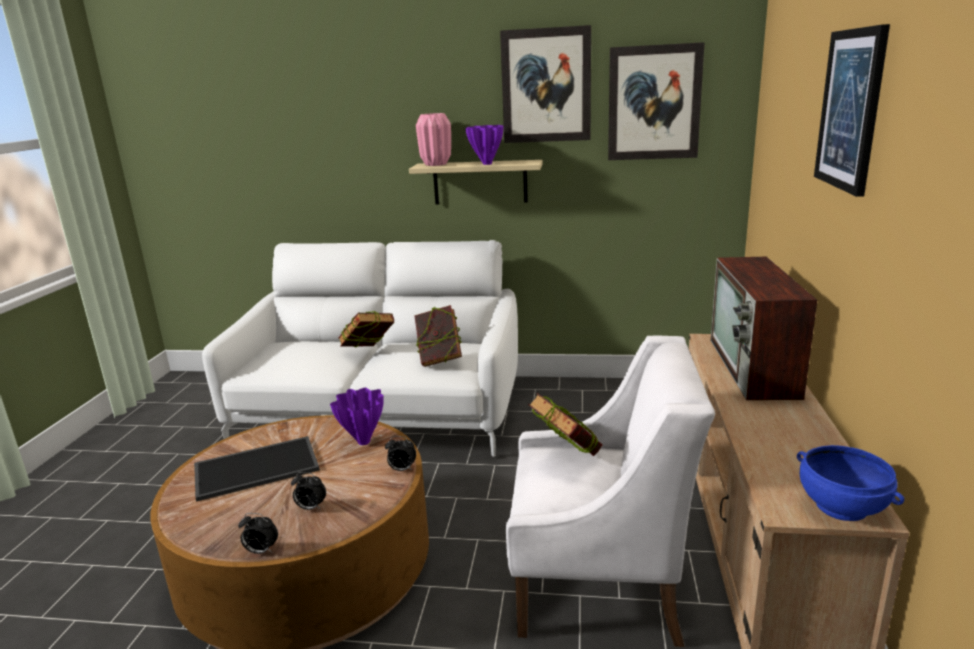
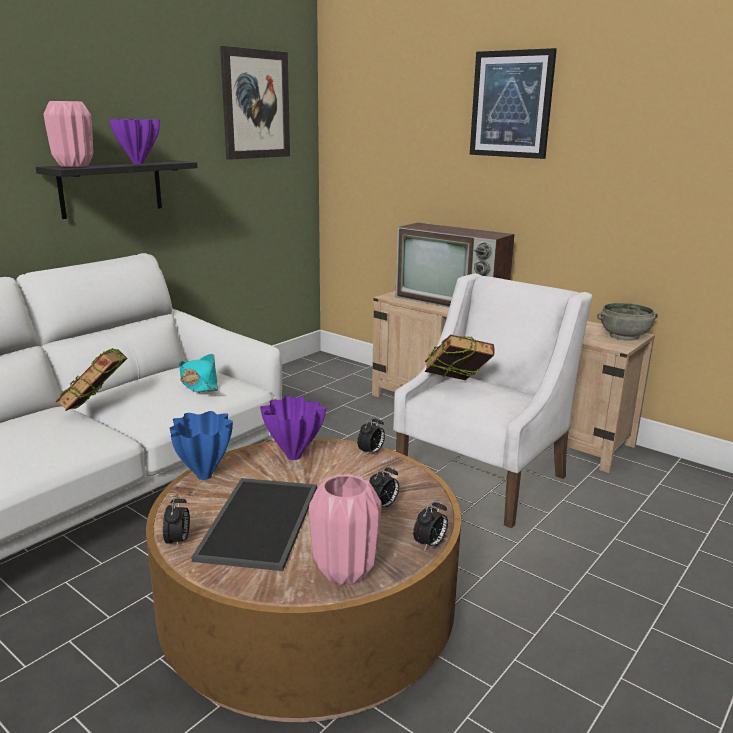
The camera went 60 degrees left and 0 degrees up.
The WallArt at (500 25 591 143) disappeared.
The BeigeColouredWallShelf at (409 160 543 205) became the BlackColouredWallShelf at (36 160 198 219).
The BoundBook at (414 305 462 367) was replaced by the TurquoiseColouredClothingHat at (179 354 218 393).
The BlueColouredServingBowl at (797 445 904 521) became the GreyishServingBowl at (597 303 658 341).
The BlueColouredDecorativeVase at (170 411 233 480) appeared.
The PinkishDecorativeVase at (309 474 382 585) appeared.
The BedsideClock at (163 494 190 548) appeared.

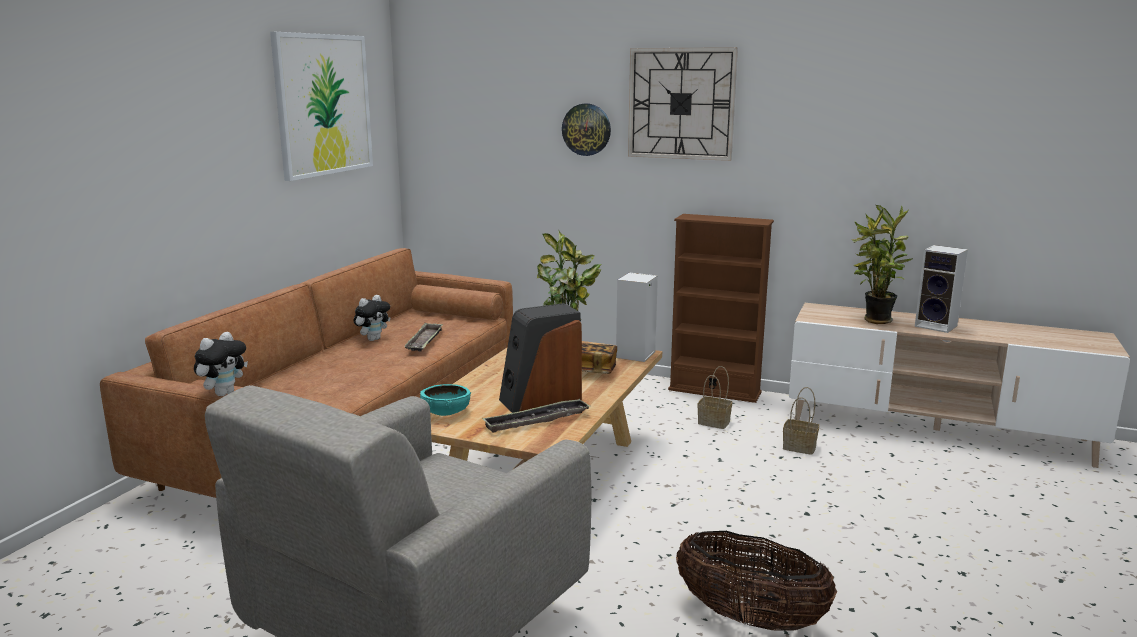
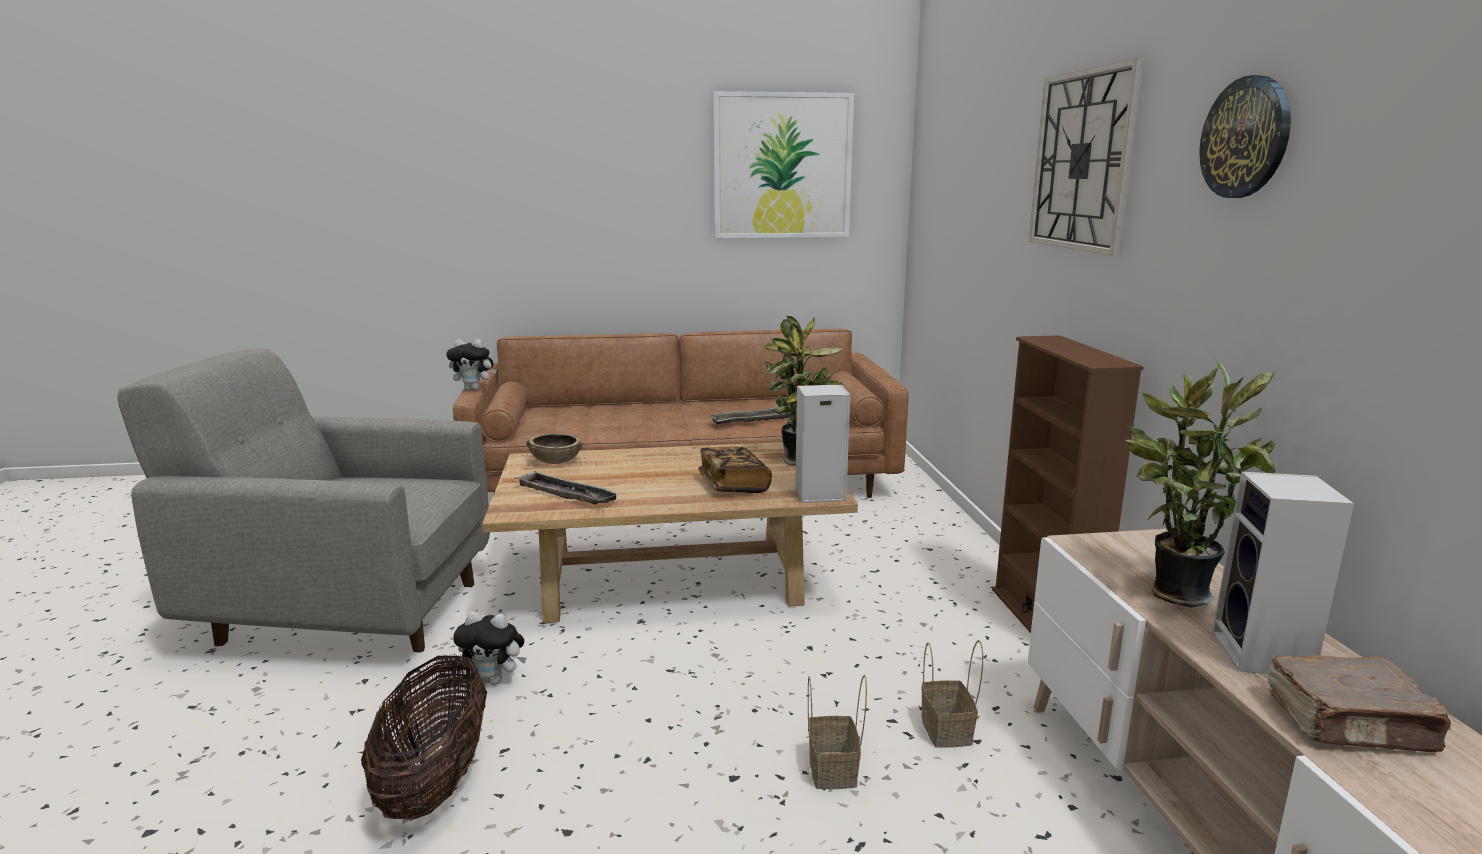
The camera went 60 degrees right and 0 degrees up.
The WallClock moved from (562 104 611 156) to (1199 75 1291 198).
The SoftToy moved from (354 295 391 341) to (453 611 526 685).
The Speaker at (499 303 582 413) disappeared.
The StorageBasket moved from (697 366 732 429) to (808 675 867 789).
The TurquoiseColouredServingBowl at (420 384 472 416) became the BrownServingBowl at (527 434 583 464).
The BrownBoundBook at (1268 655 1451 752) appeared.

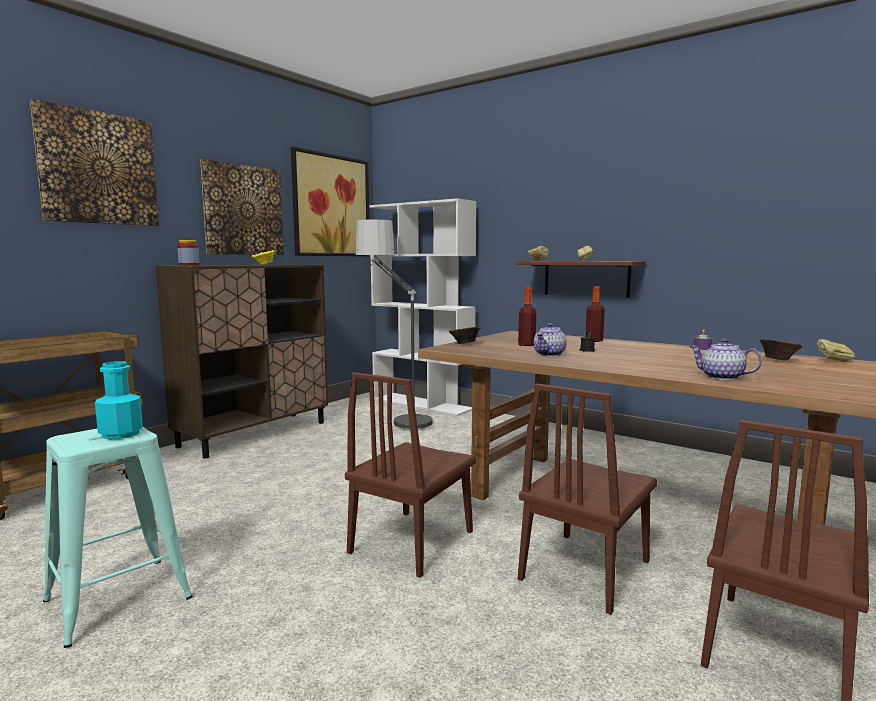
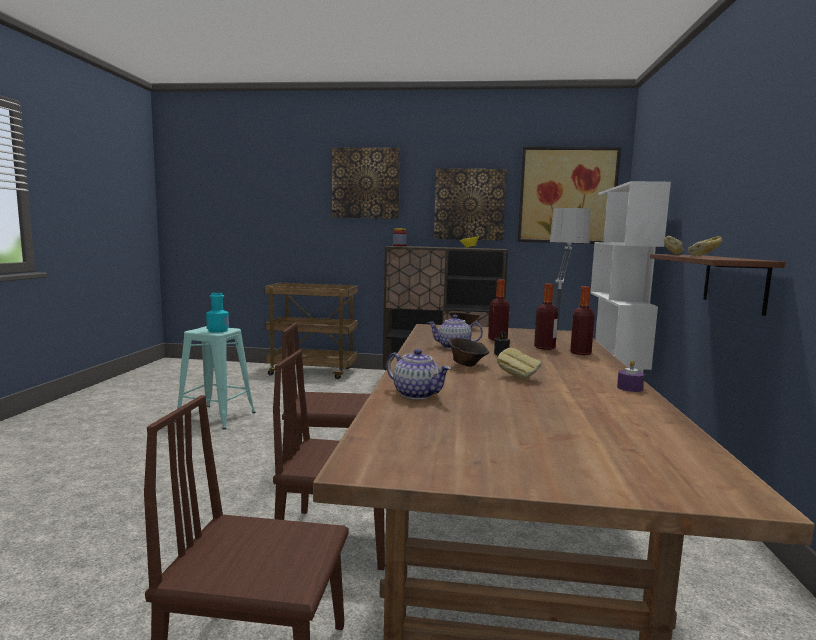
The camera went 60 degrees right and 0 degrees up.
The PotForTea at (689 339 762 380) turned 120 degrees clockwise.
The BrownServingBowl moved from (760 339 802 361) to (449 338 489 367).
The Bread moved from (817 339 855 362) to (497 348 542 381).
The DrinkBottle at (534 284 558 350) appeared.

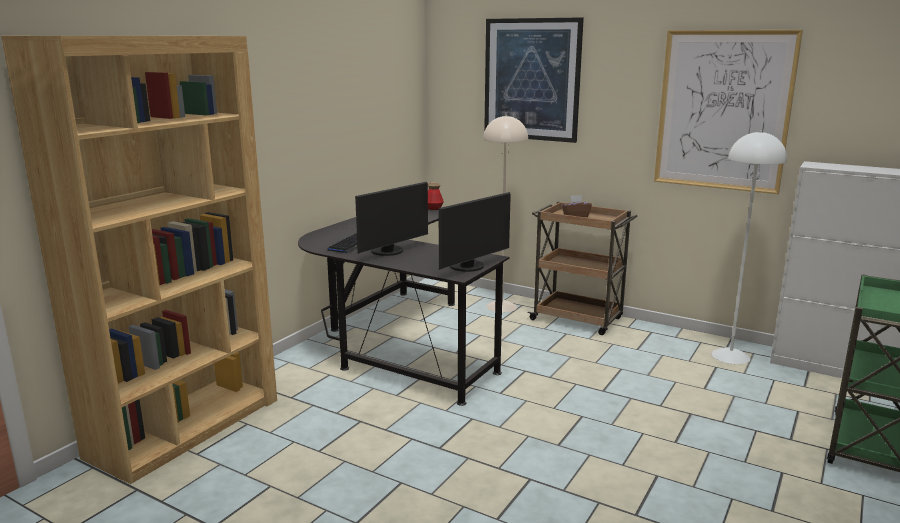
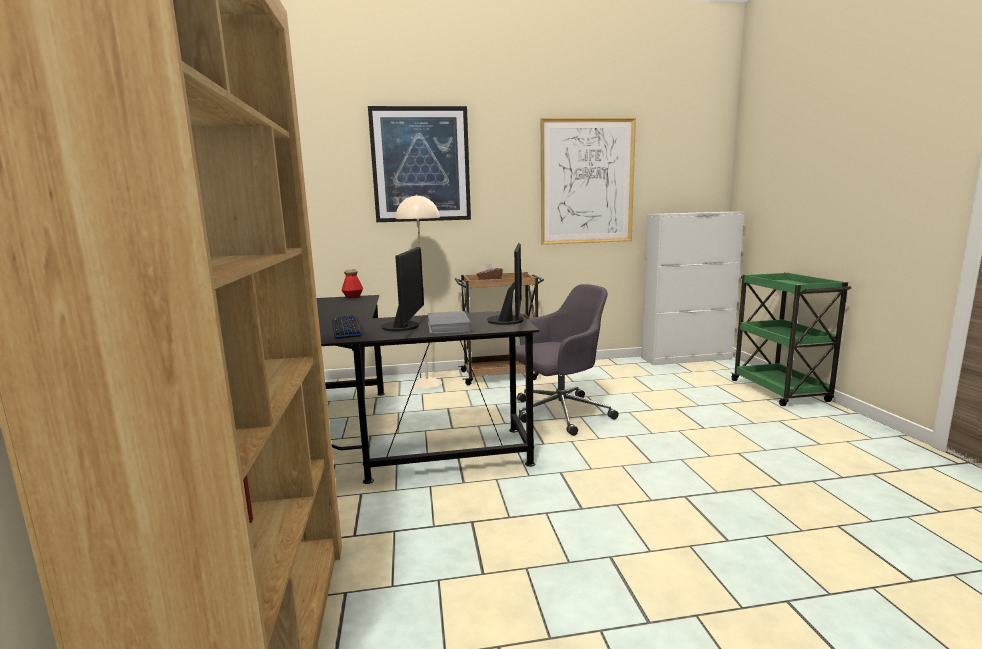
The camera went 40 degrees left and 5 degrees down.
The WhiteColouredFloorLamp at (711 131 787 364) disappeared.
The GreyishDeskChair at (515 284 619 436) appeared.
The GreyishBoundBook at (428 311 472 334) appeared.

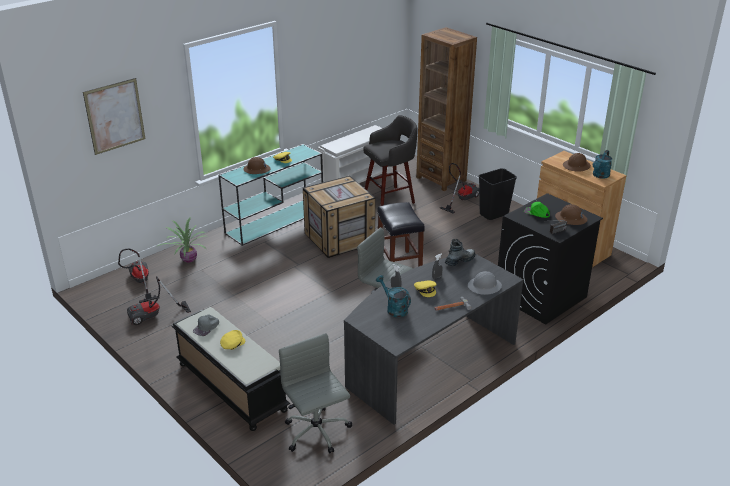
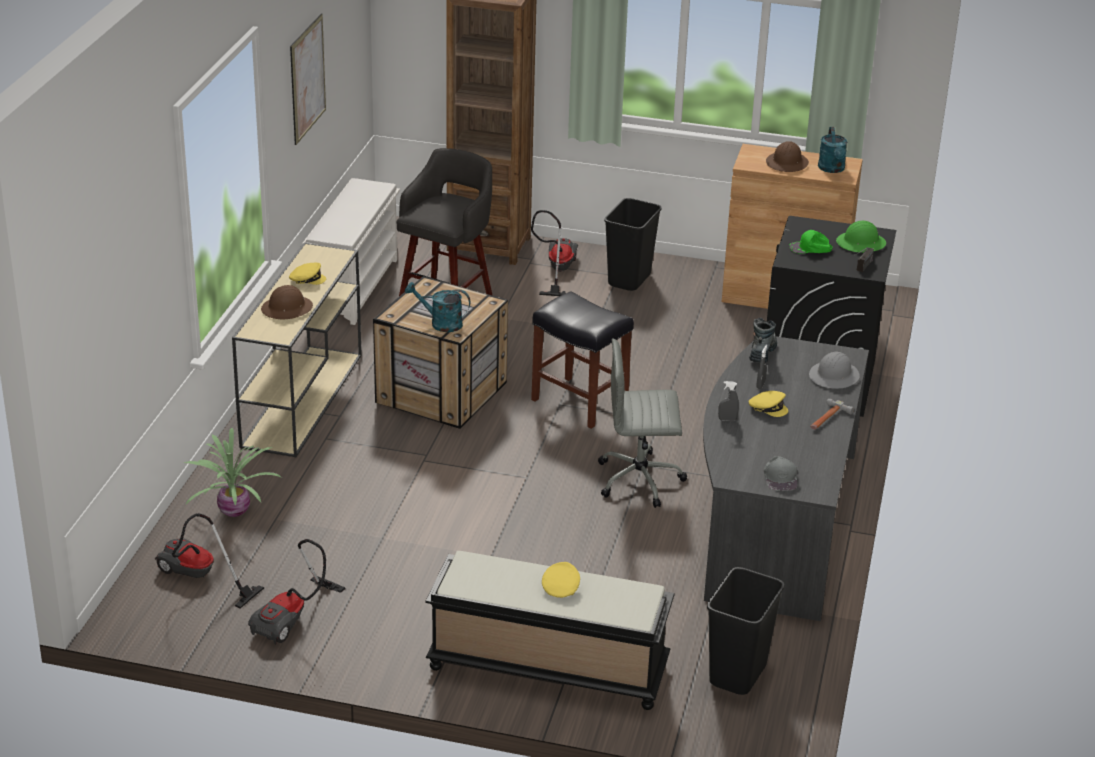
The camera went 35 degrees left and 0 degrees up.
The WallArt moved from (83 78 145 155) to (290 13 326 145).
The TurquoiseColouredNarrowTable at (218 144 323 246) became the BeigeColouredNarrowTable at (232 243 361 457).
The BrownWorkHelmet at (555 204 587 225) became the GreenishWorkHelmet at (836 221 886 253).
The TurquoiseColouredSprinklingCan moved from (376 275 411 317) to (405 282 470 332).
The GreyishBaseballCap moved from (193 315 219 336) to (764 456 798 491).
The GreyishDeskChair at (279 333 352 453) was replaced by the BlackColouredRubbishBin at (707 567 784 695).

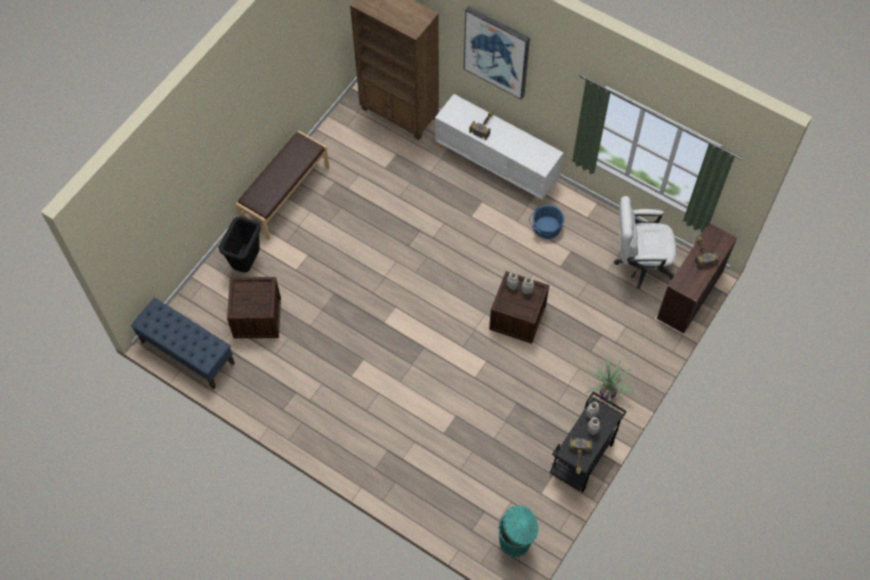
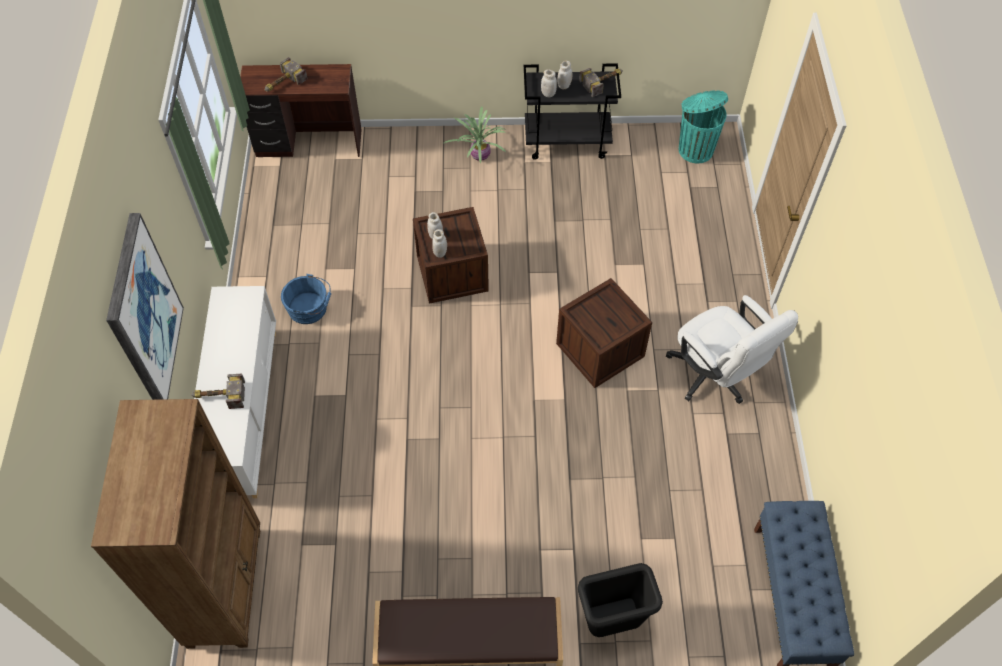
The camera went 125 degrees left and 5 degrees down.
The WhiteColouredDeskChair moved from (614 196 676 289) to (666 295 798 404).
The Crate moved from (227 277 281 338) to (556 278 652 388).

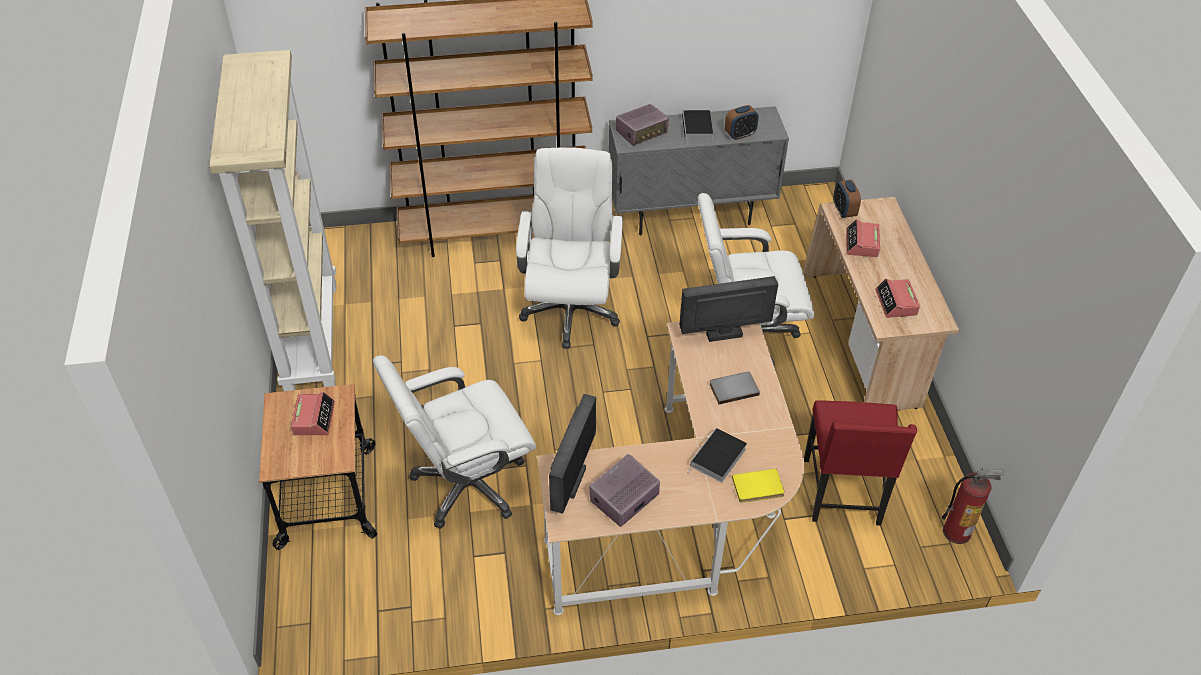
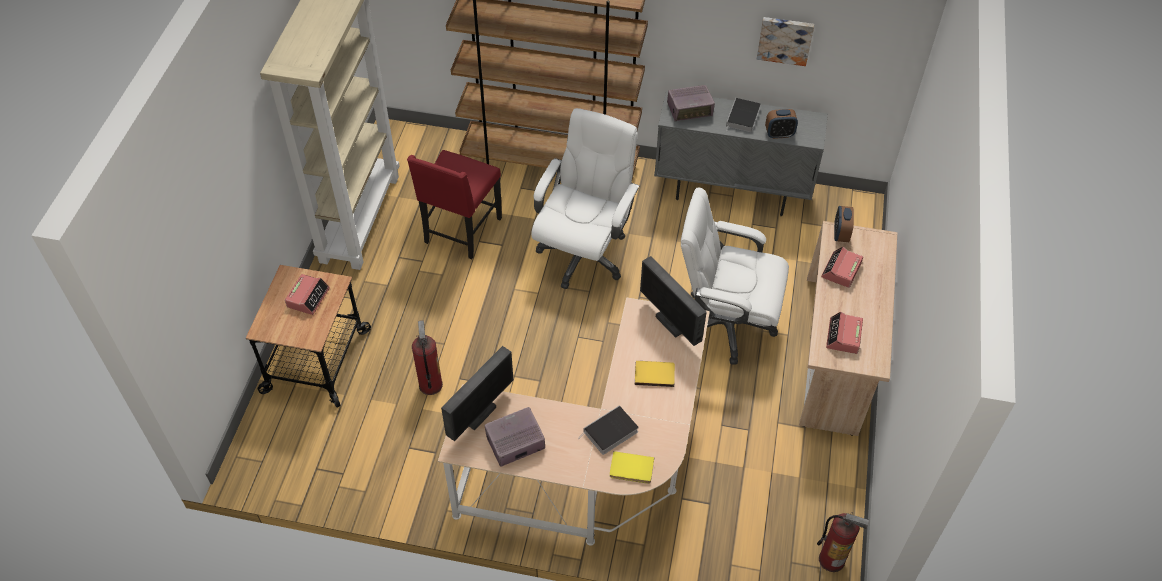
The camera went 20 degrees right and 5 degrees up.
The ComputerDisplay at (679 276 778 342) turned 135 degrees counterclockwise.
The WhiteColouredDeskChair at (373 355 536 529) was replaced by the Extinguisher at (412 320 443 395).
The GreyishBoundBook at (709 372 760 404) became the YellowishBoundBook at (635 361 675 387).
The RedColouredUprightChair moved from (804 400 917 526) to (407 150 502 259).
The WallArt at (757 17 814 66) appeared.

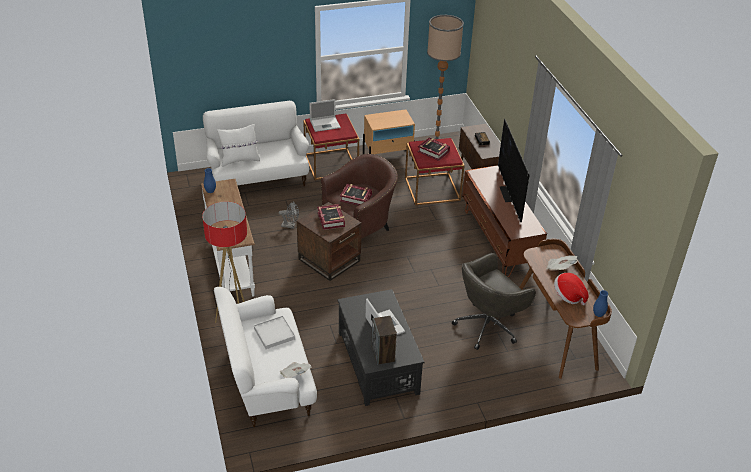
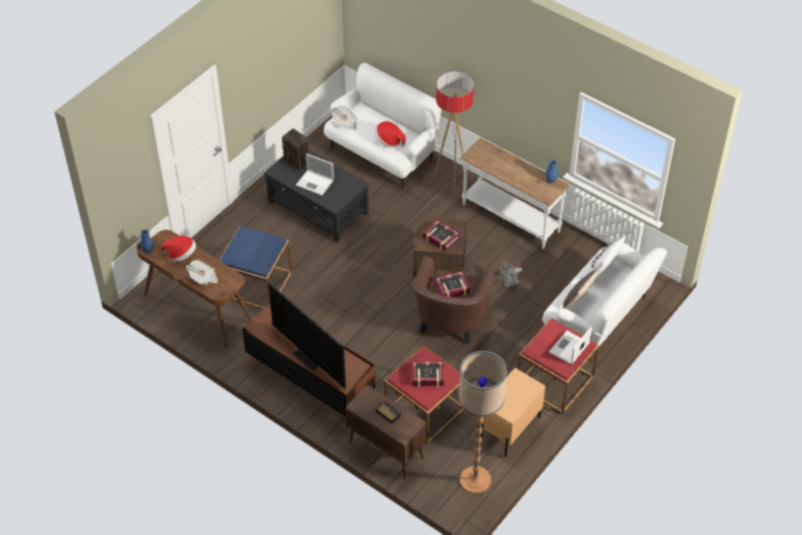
The camera went 145 degrees right and 10 degrees up.
The GreyishDeskChair at (452 253 536 350) was replaced by the BlueColouredSideTable at (219 226 292 309).
The WhiteColouredTray at (254 316 295 349) was replaced by the ClothingHat at (375 121 406 148).
The Pillow at (562 268 600 309) appeared.

